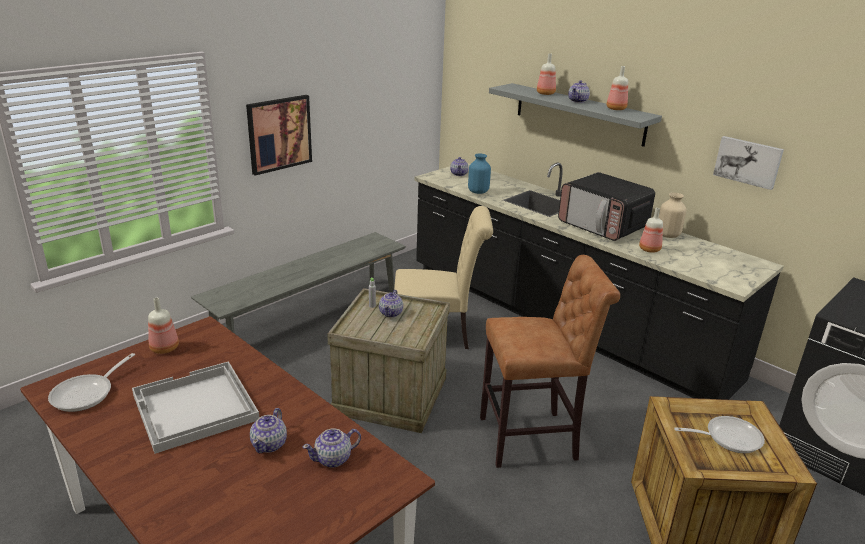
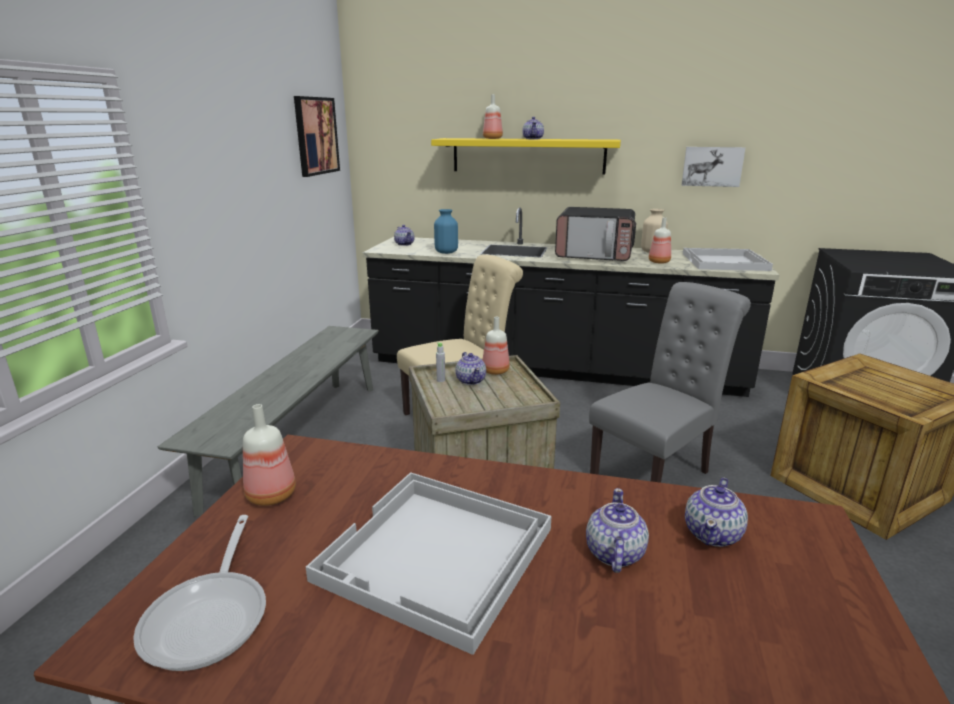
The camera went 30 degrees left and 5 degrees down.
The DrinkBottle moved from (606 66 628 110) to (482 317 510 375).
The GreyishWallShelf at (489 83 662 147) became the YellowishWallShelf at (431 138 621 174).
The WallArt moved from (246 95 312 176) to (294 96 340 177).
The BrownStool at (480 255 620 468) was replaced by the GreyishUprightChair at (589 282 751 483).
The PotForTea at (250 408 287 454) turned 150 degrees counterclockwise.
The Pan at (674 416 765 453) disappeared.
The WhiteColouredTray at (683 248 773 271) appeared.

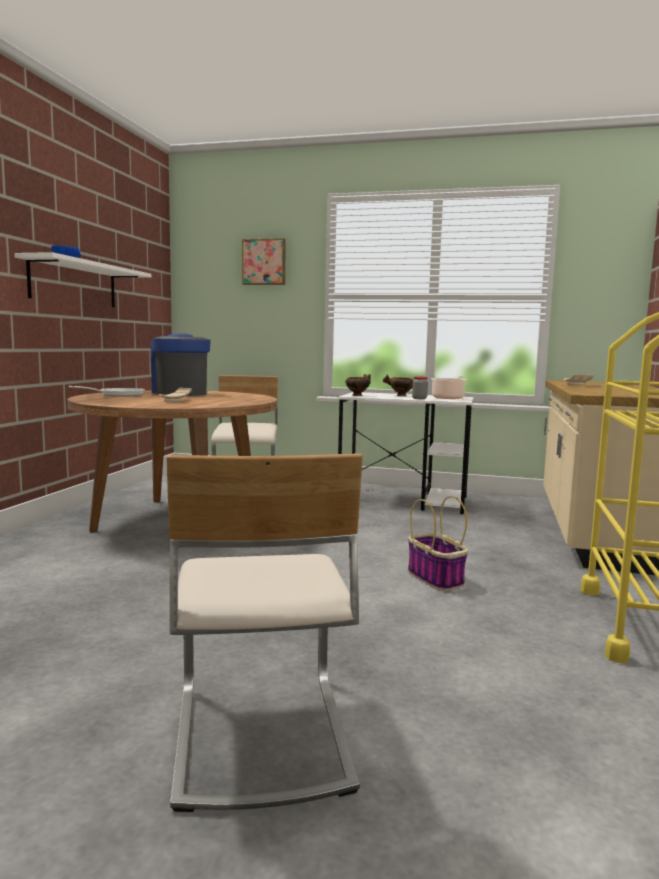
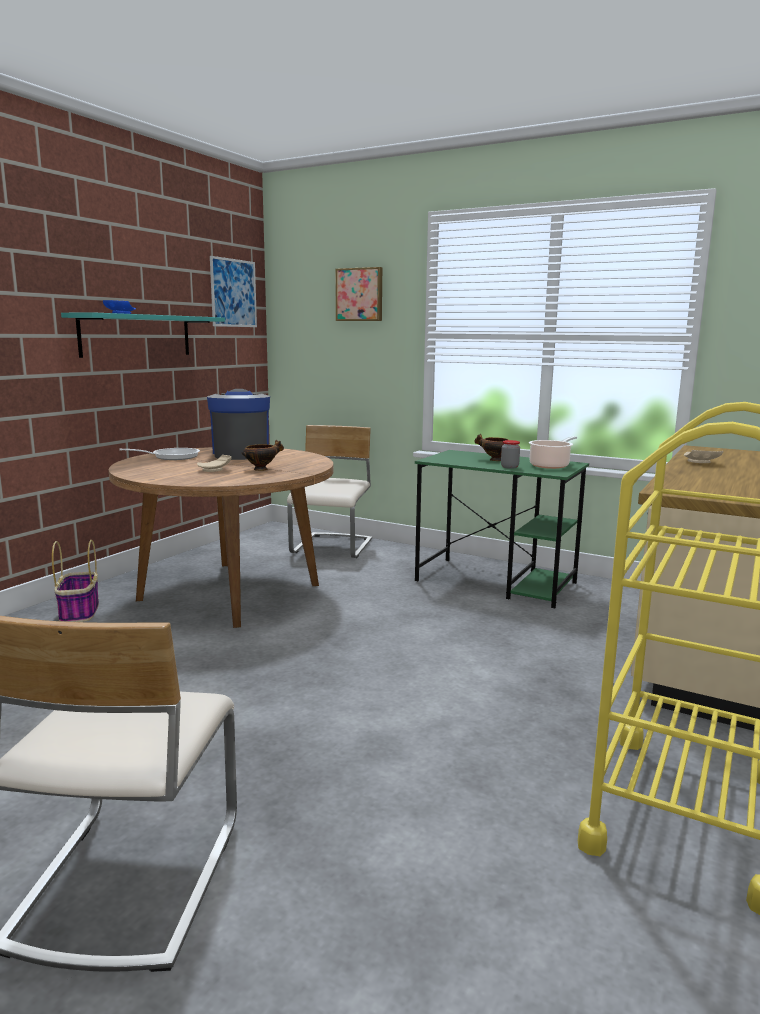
The camera went 15 degrees right and 5 degrees up.
The WhiteColouredWallShelf at (14 252 151 307) became the TurquoiseColouredWallShelf at (61 312 225 358).
The ServingBowl moved from (345 374 371 396) to (242 440 284 471).
The WhiteColouredDeskTable at (337 392 474 514) became the GreenishDeskTable at (415 450 589 608).
The StorageBasket moved from (408 496 468 591) to (52 540 99 622).
The WallArt at (210 256 257 327) appeared.

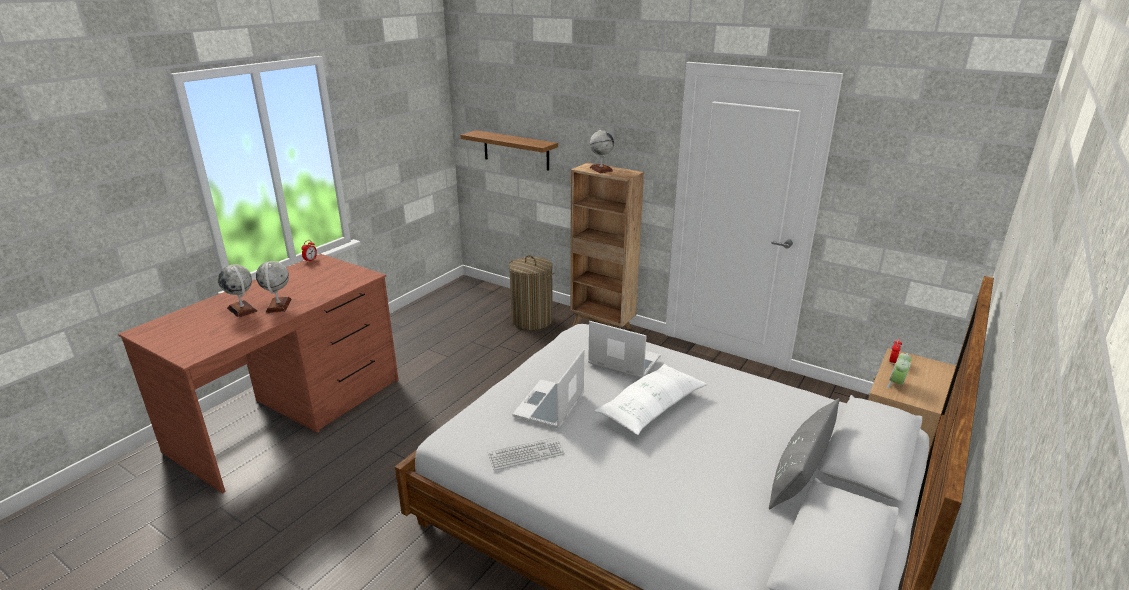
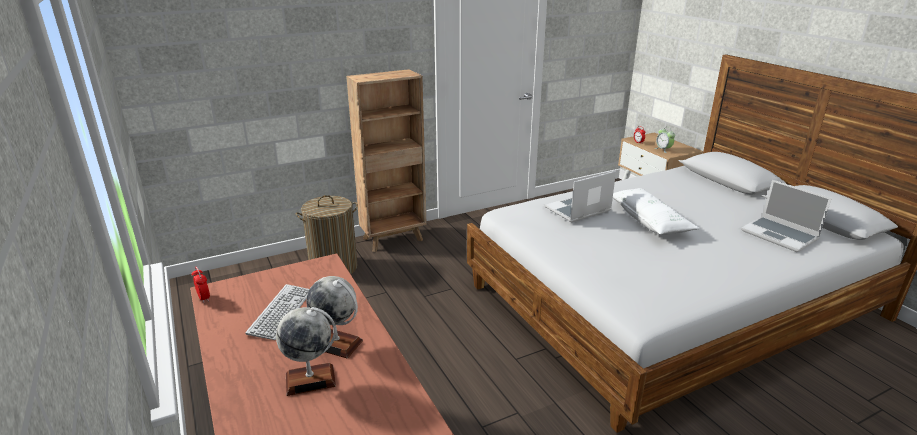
The camera went 60 degrees left and 0 degrees up.
The Globe at (590 128 614 173) disappeared.
The WallShelf at (460 130 558 171) disappeared.
The NotebookComputer moved from (512 349 584 429) to (741 180 832 252).
The GreyishPillow at (769 398 840 510) disappeared.
The ComputerKeyboard moved from (488 436 565 471) to (245 284 310 340).

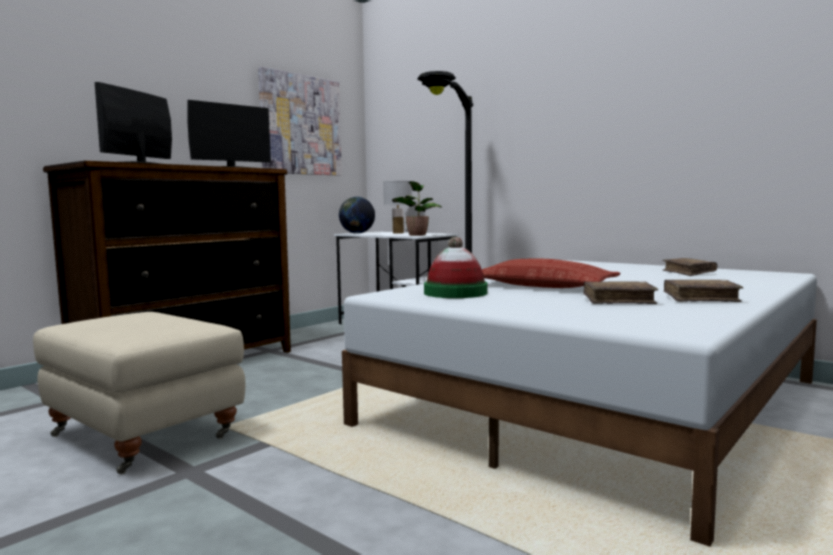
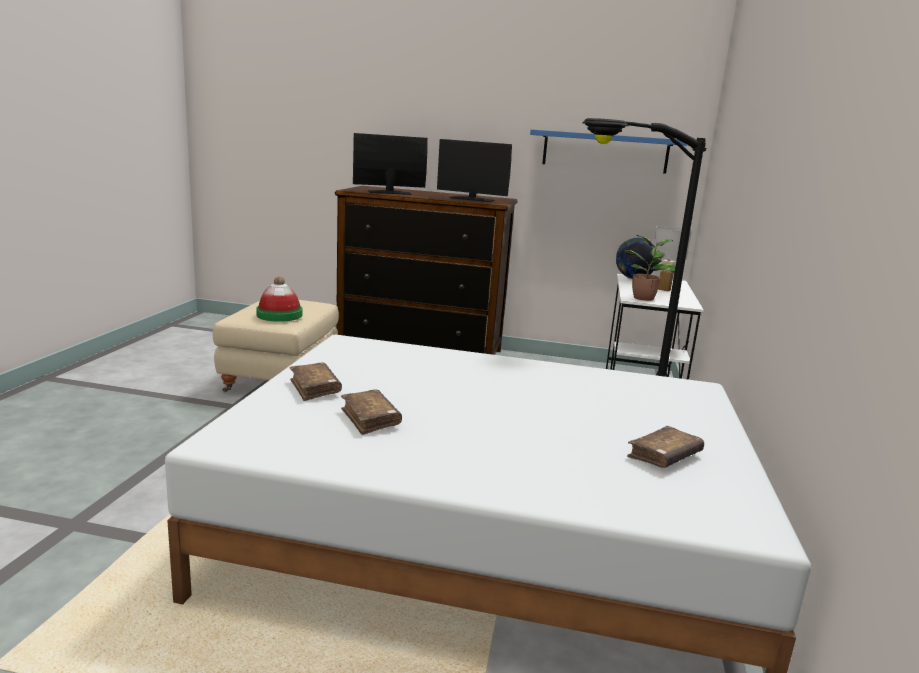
The camera went 60 degrees right and 10 degrees up.
The WallArt at (258 67 342 176) was replaced by the BlueColouredWallShelf at (530 129 687 174).
The ClothingHat moved from (424 237 487 298) to (256 276 302 322).
The Pillow at (482 259 620 288) disappeared.
The BrownBoundBook moved from (664 280 743 302) to (290 363 342 401).

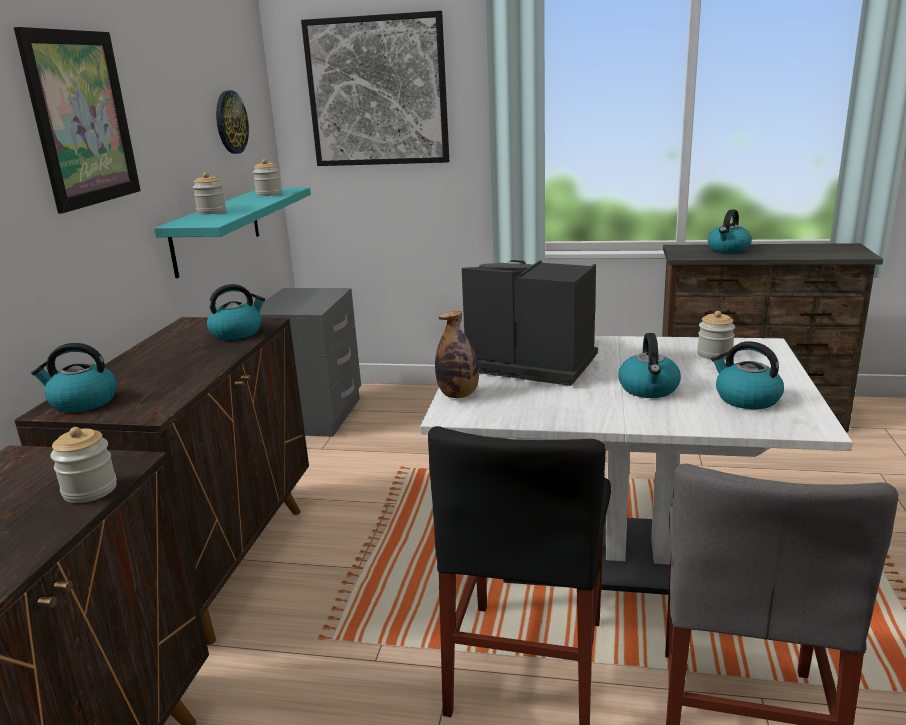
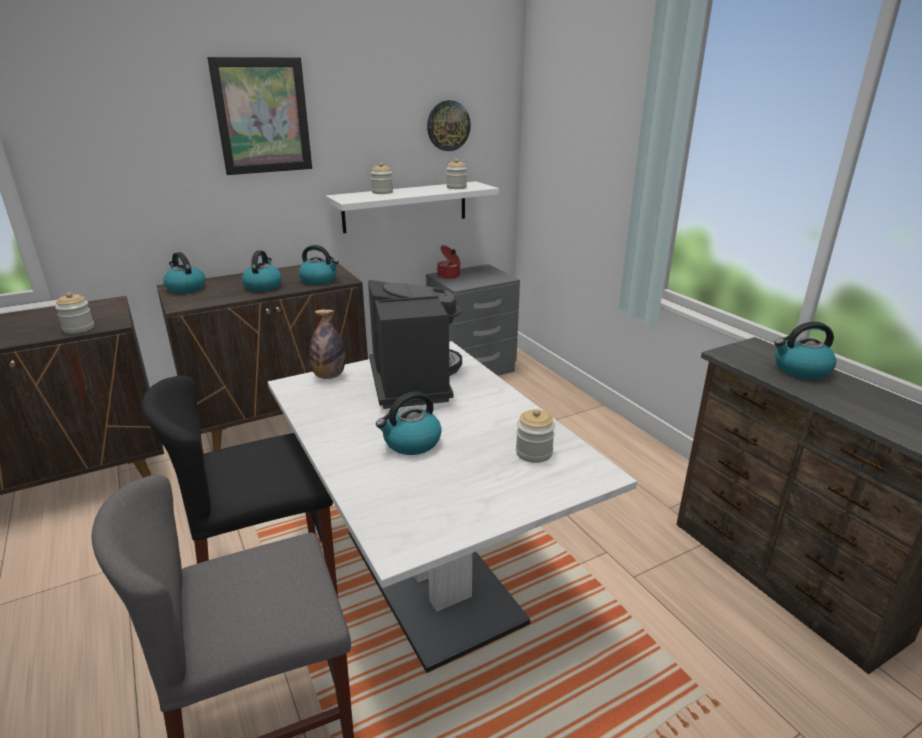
The camera went 50 degrees right and 5 degrees up.
The WallArt at (301 11 449 166) disappeared.
The TurquoiseColouredWallShelf at (154 187 311 278) became the WhiteColouredWallShelf at (326 181 499 233).
The TeaKettle moved from (711 341 784 409) to (242 250 282 292).
The Stockpot at (436 245 461 279) appeared.

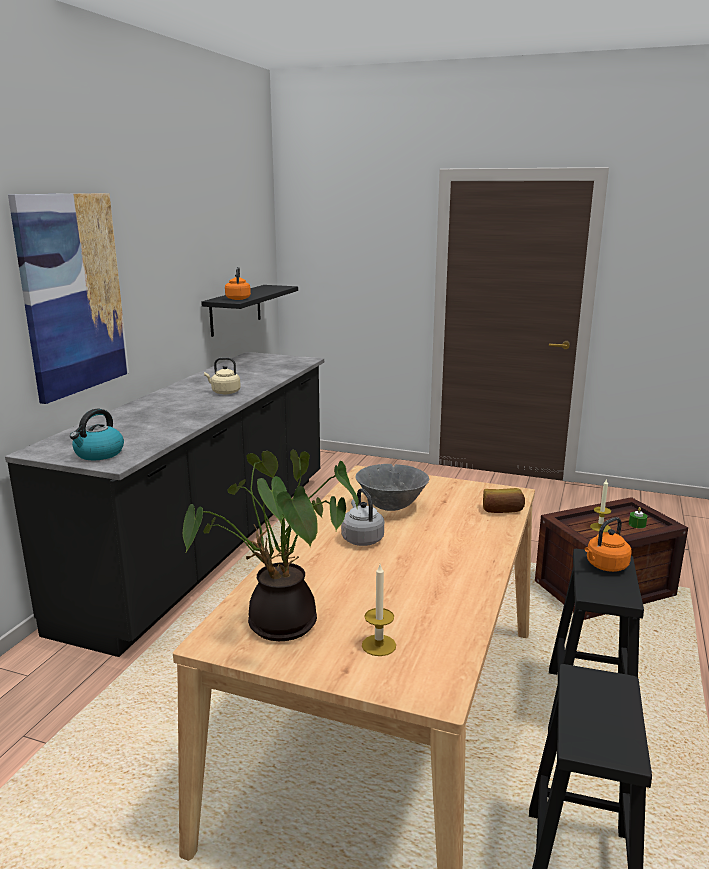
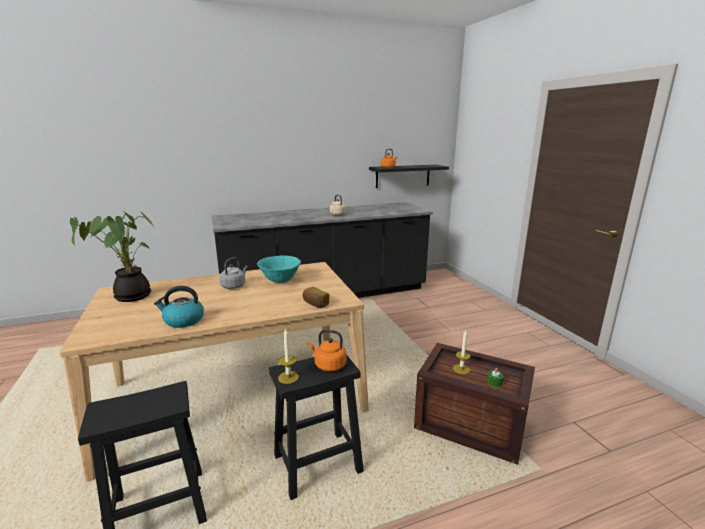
The camera went 50 degrees right and 0 degrees up.
The WallArt at (8 193 129 404) disappeared.
The TeaKettle moved from (70 409 124 460) to (154 286 204 328).
The GreyishServingBowl at (355 464 429 511) became the TurquoiseColouredServingBowl at (257 256 301 283).
The WaxLight moved from (362 565 396 656) to (278 328 299 384).

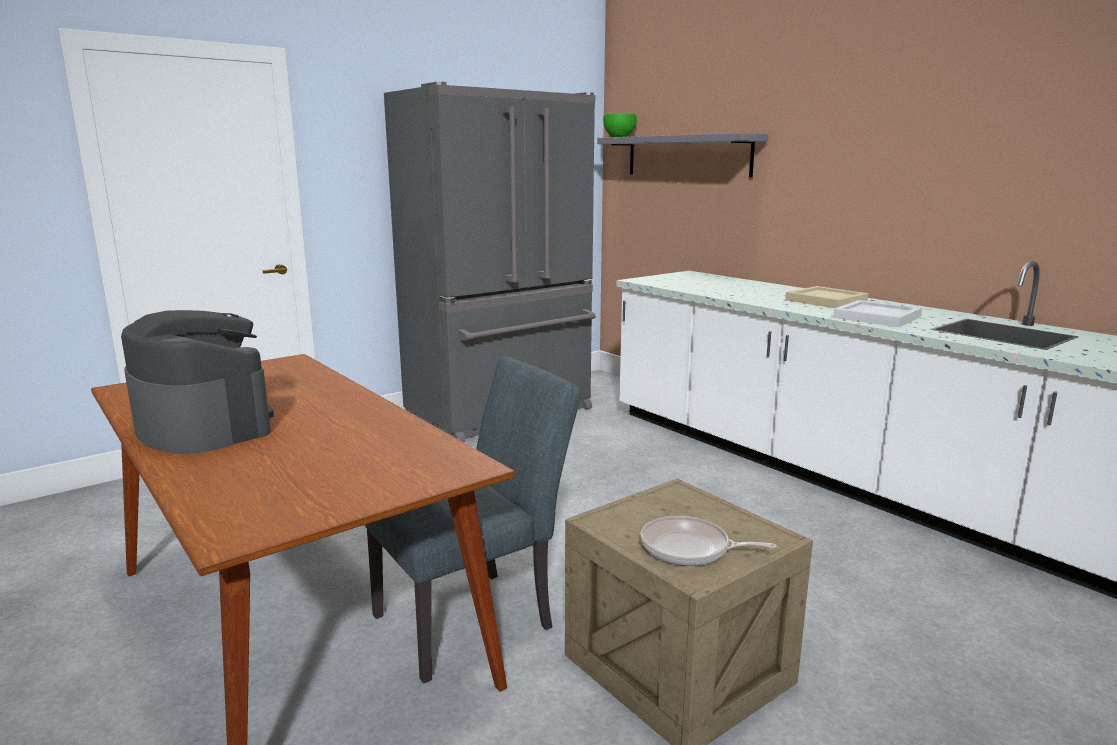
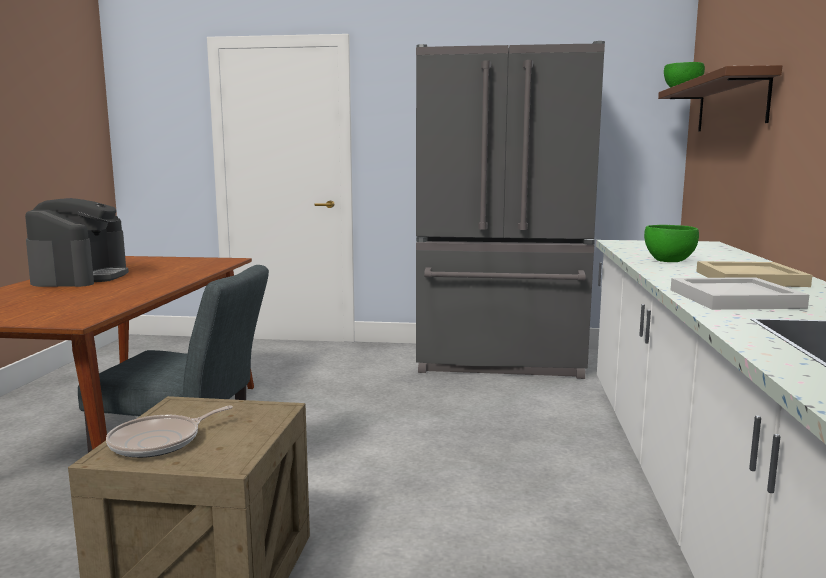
The camera went 45 degrees right and 5 degrees down.
The GreyishWallShelf at (597 133 768 177) became the BrownWallShelf at (658 65 782 131).
The Pan at (640 516 777 566) turned 105 degrees counterclockwise.
The GreenishServingBowl at (644 225 699 262) appeared.

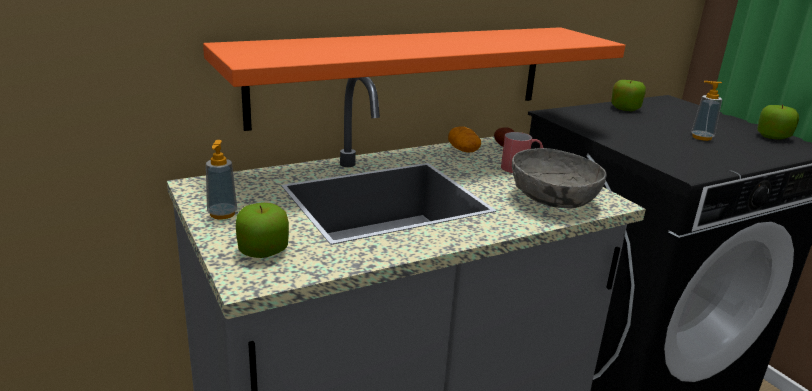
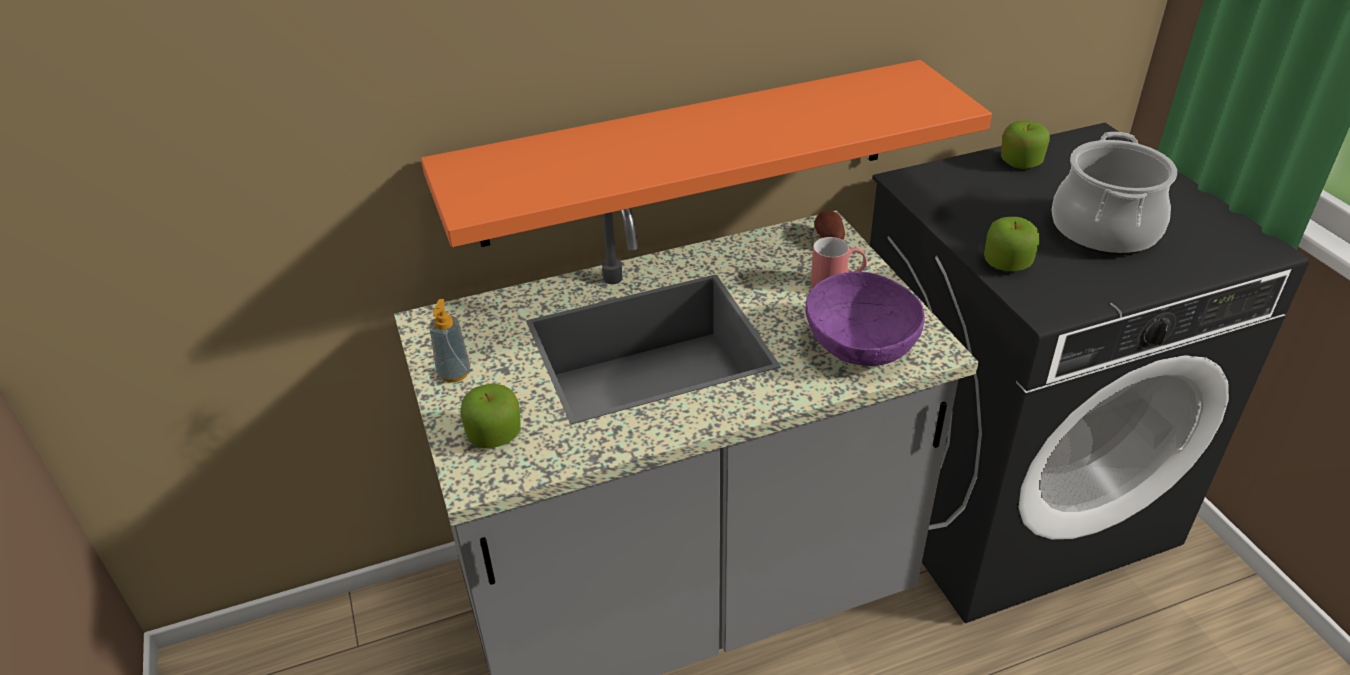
The camera went 10 degrees right and 15 degrees up.
The LiquidSoapBottle at (691 81 722 141) was replaced by the Stockpot at (1052 132 1177 255).
The AppleFruit moved from (757 105 799 139) to (984 217 1040 271).
The Spud at (448 126 481 153) disappeared.
The GreyishServingBowl at (512 148 607 209) became the PurpleServingBowl at (806 272 925 366).

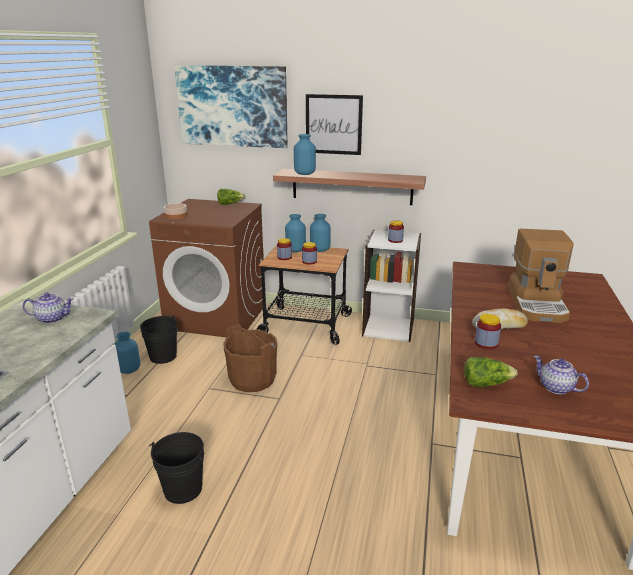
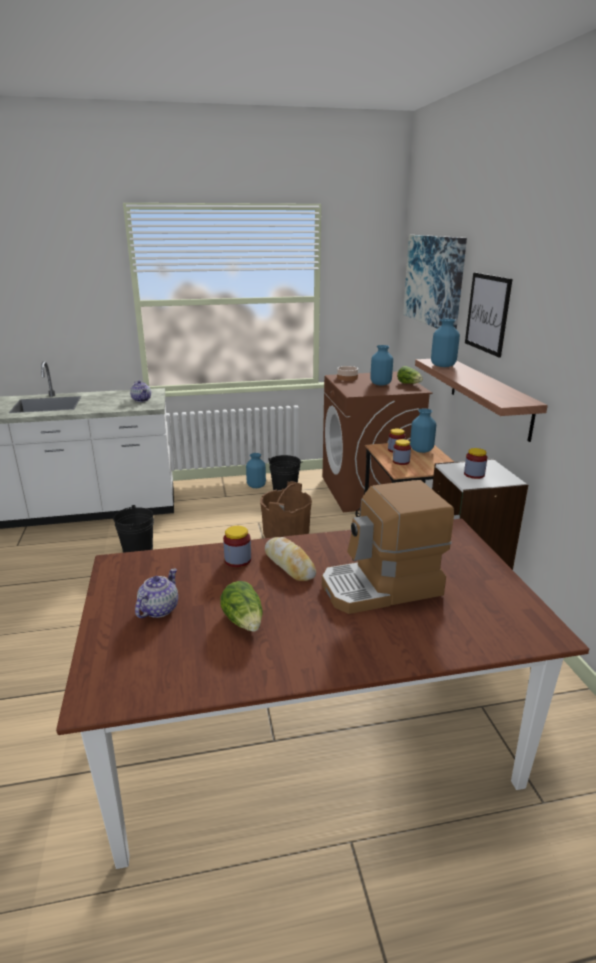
The camera went 65 degrees right and 0 degrees up.
The BlueColouredDecorativeVase moved from (310 214 331 252) to (370 345 393 385).
The LettuceHead moved from (464 357 518 387) to (220 581 263 632).

